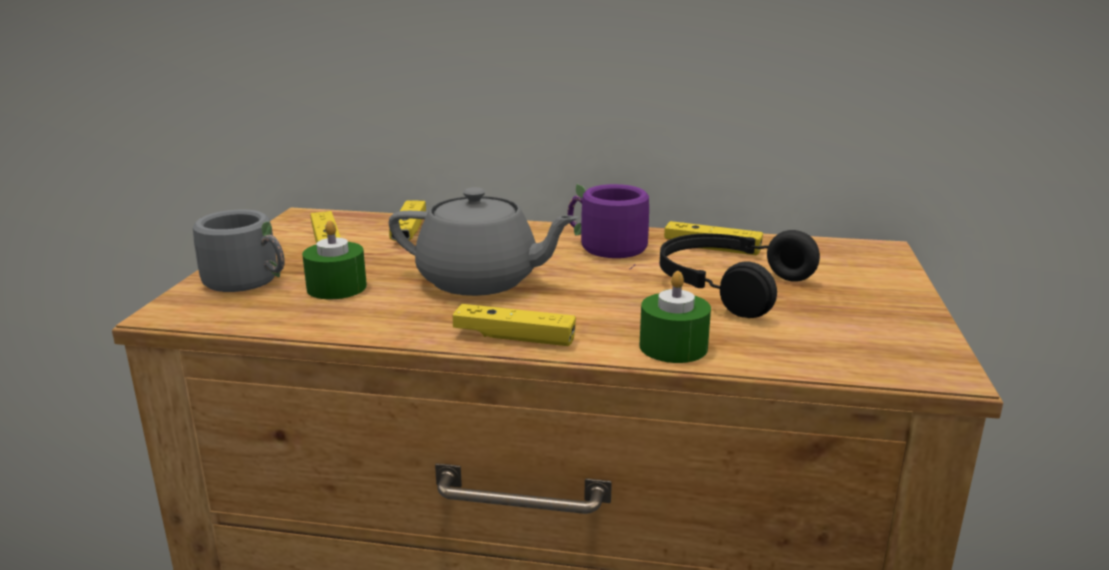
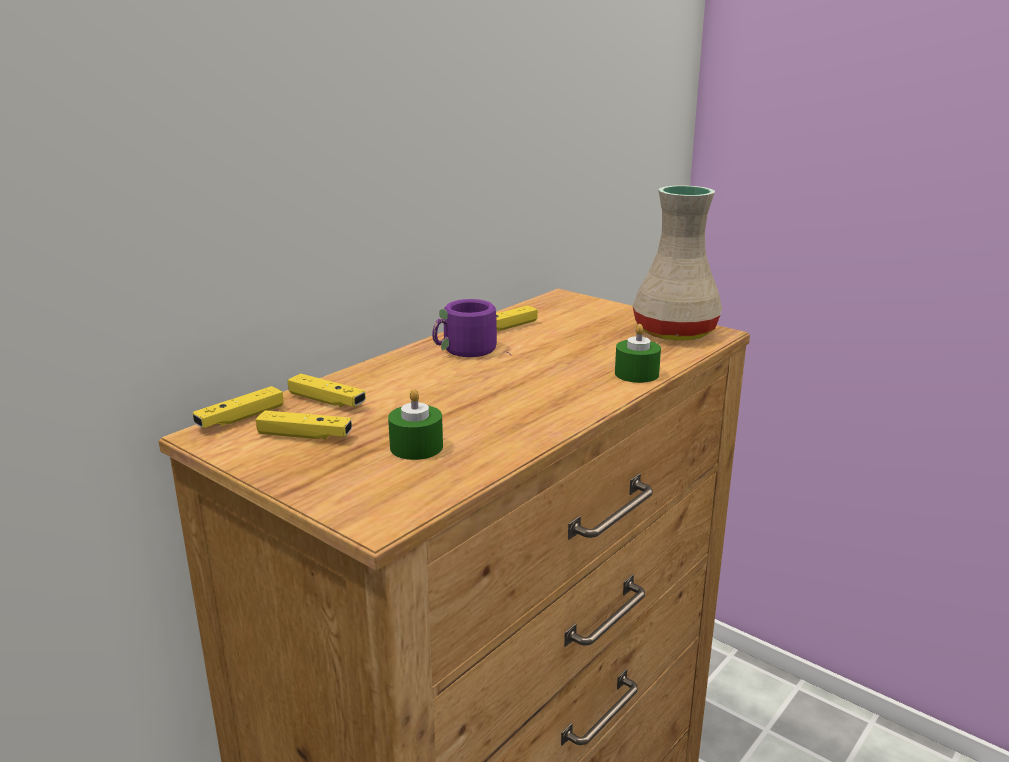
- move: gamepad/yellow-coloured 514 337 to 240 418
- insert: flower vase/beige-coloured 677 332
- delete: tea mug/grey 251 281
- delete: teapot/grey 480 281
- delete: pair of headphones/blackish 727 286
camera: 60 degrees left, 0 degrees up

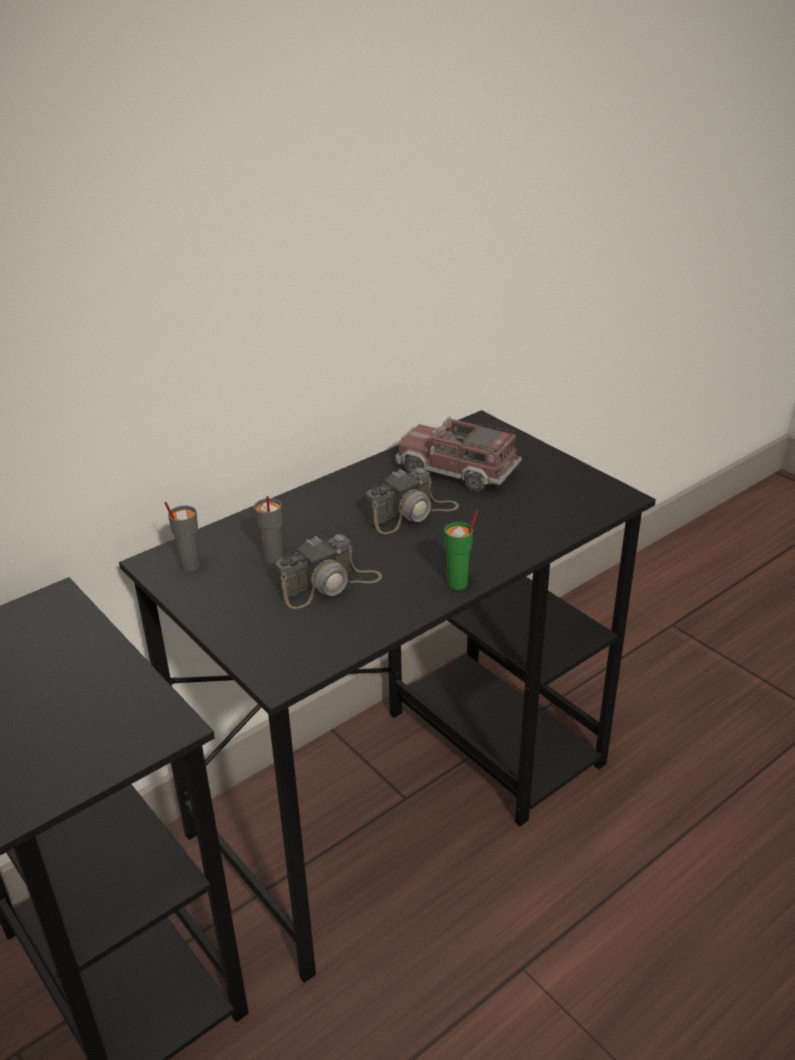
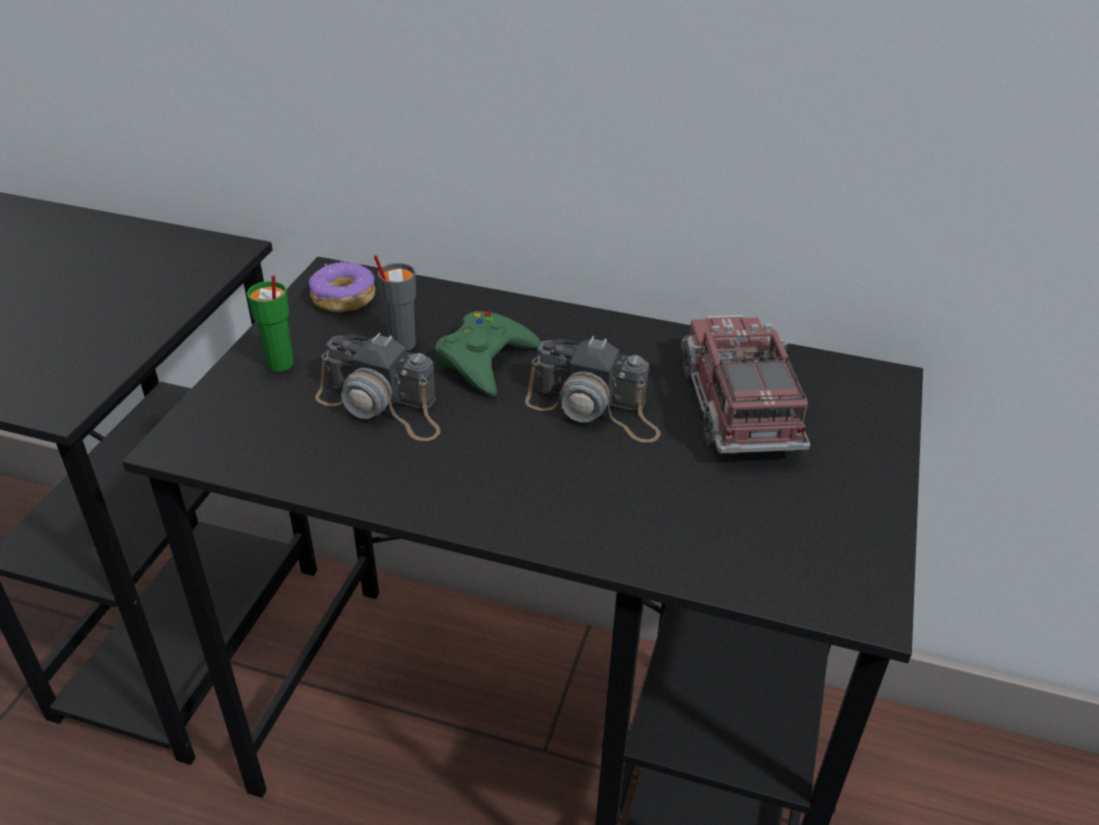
- move: small cup/green 458 583 to 279 364
- replace: small cup/grey 189 565 to doughnut 343 298
- insert: gamepad/green 485 361
camera: 55 degrees right, 5 degrees up

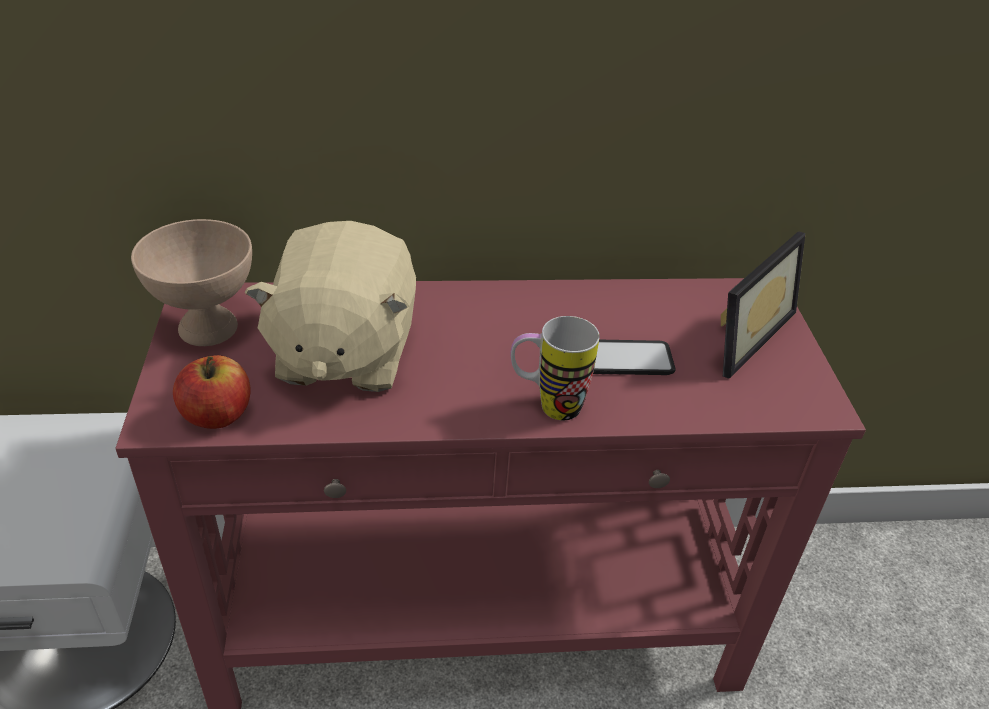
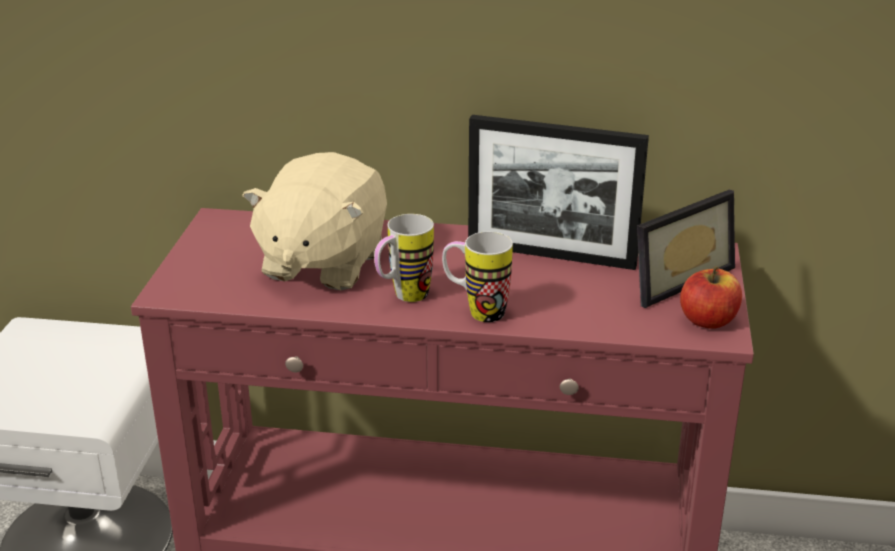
- insert: tea mug 403 298
- insert: photo frame 551 255
- move: apple 217 415 to 708 320
- delete: serving bowl/beige-coloured 210 329
- delete: telephone 624 359
camera: 15 degrees right, 10 degrees down

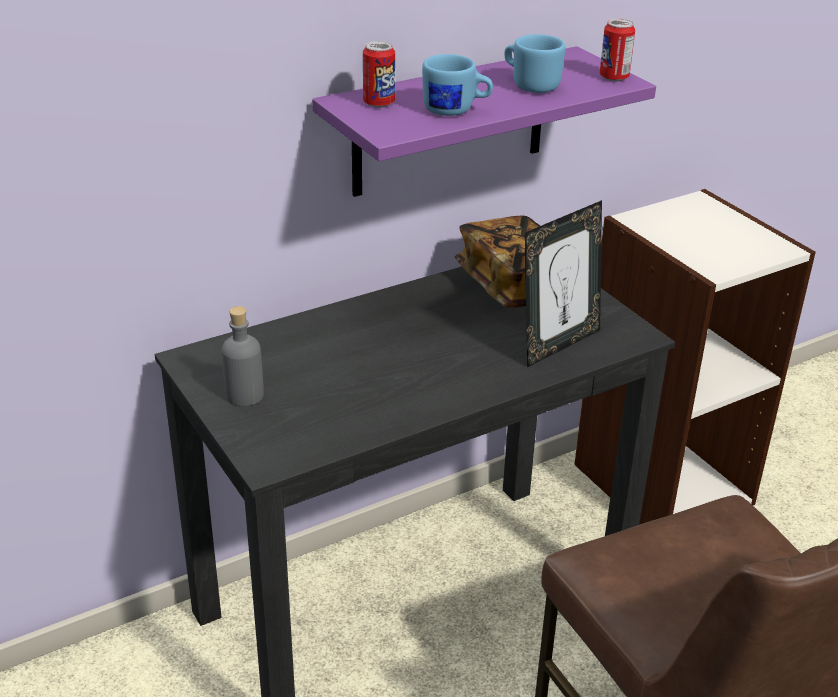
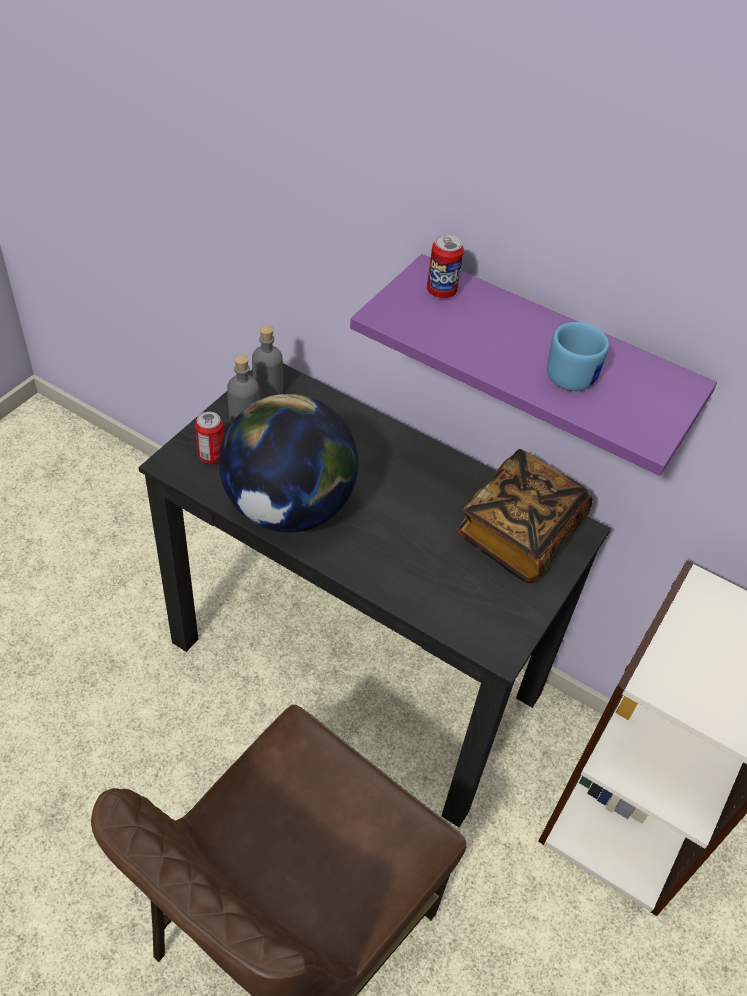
- move: can 614 77 to 211 455
- insert: desk globe 289 508
- insert: drink bottle/grey 268 391
- delete: tea mug/bluish 456 111
- delete: photo frame 558 344
camera: 60 degrees right, 15 degrees up

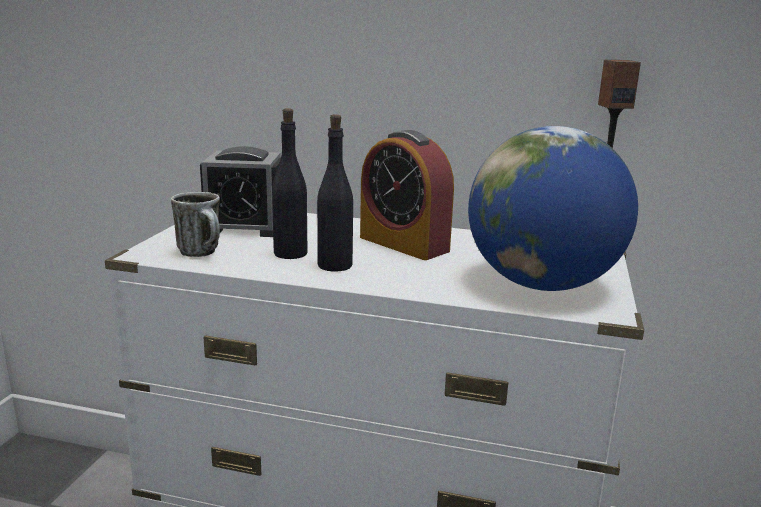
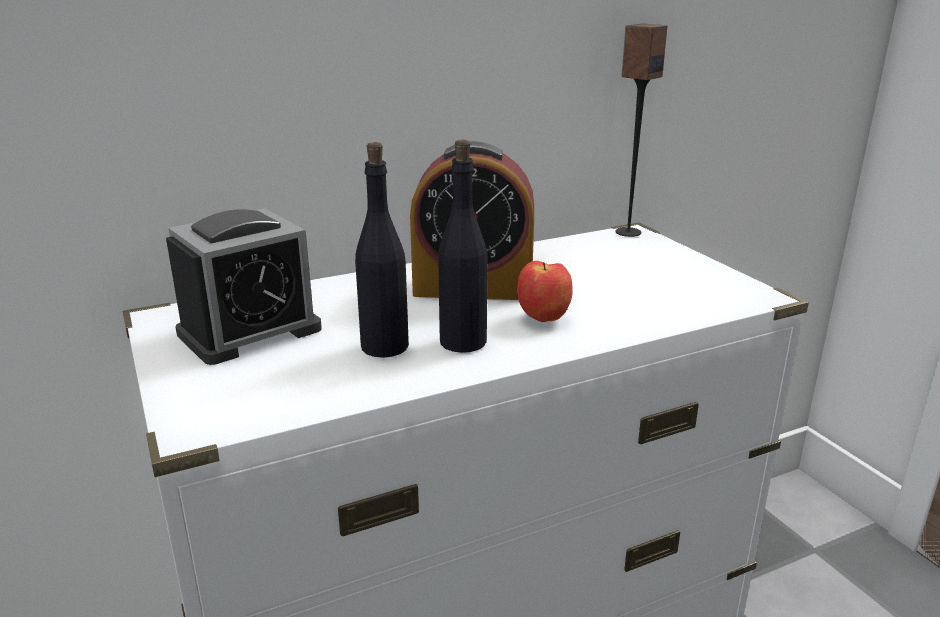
- insert: apple 544 319
- delete: tea mug 204 254
- delete: desk globe 542 284
camera: 40 degrees left, 5 degrees up

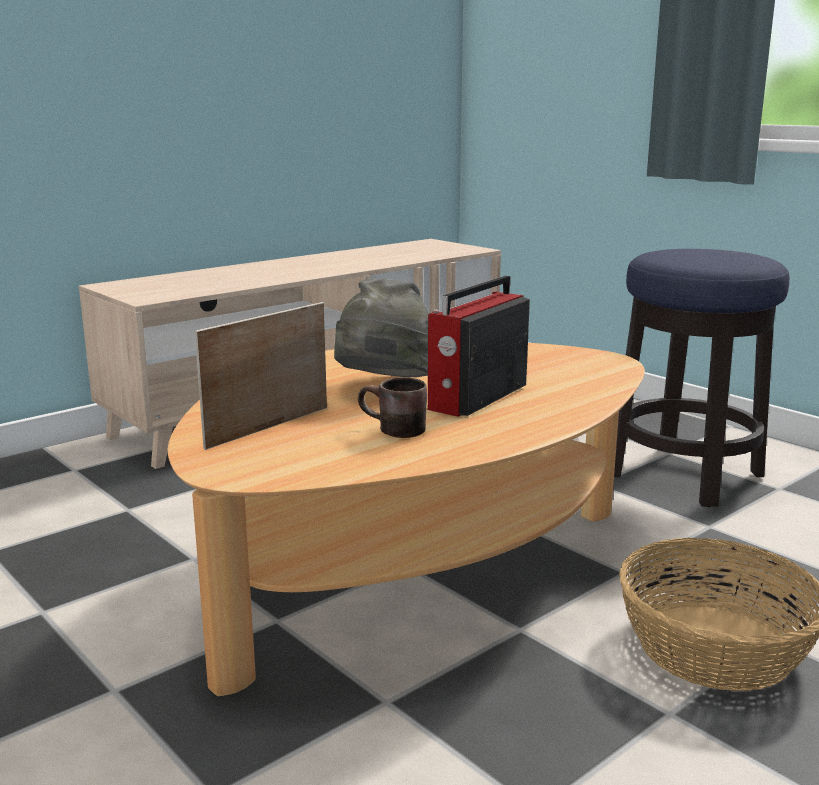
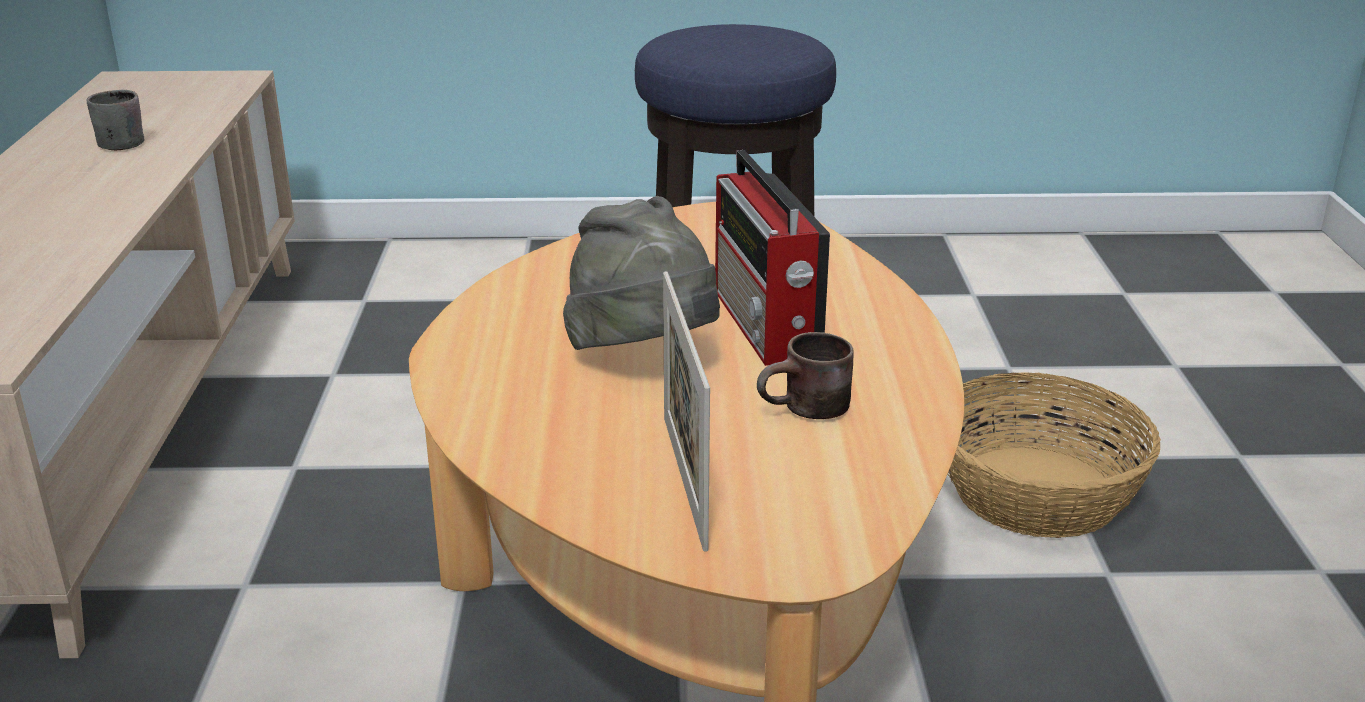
- insert: tea mug/grey 115 142
camera: 50 degrees left, 10 degrees up

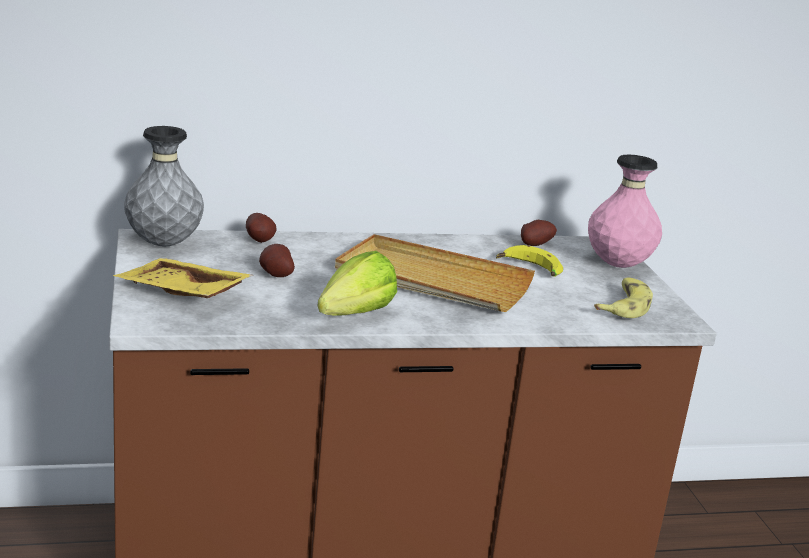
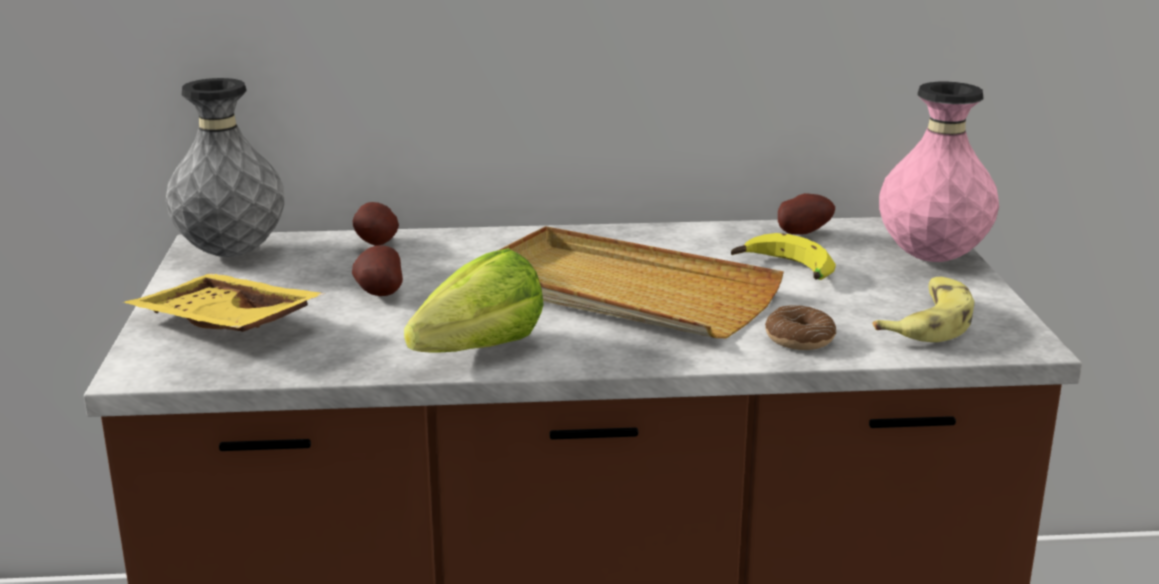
- insert: doughnut 799 339
camera: 10 degrees right, 0 degrees up

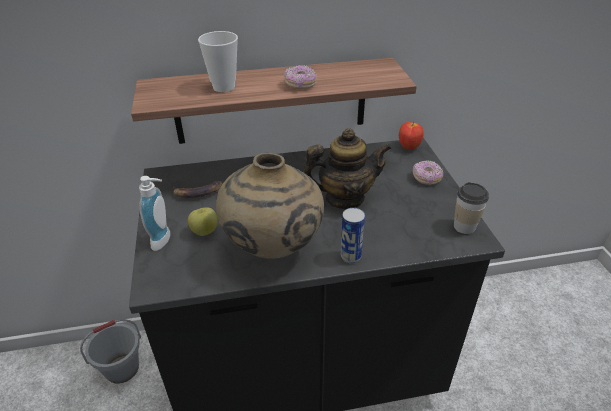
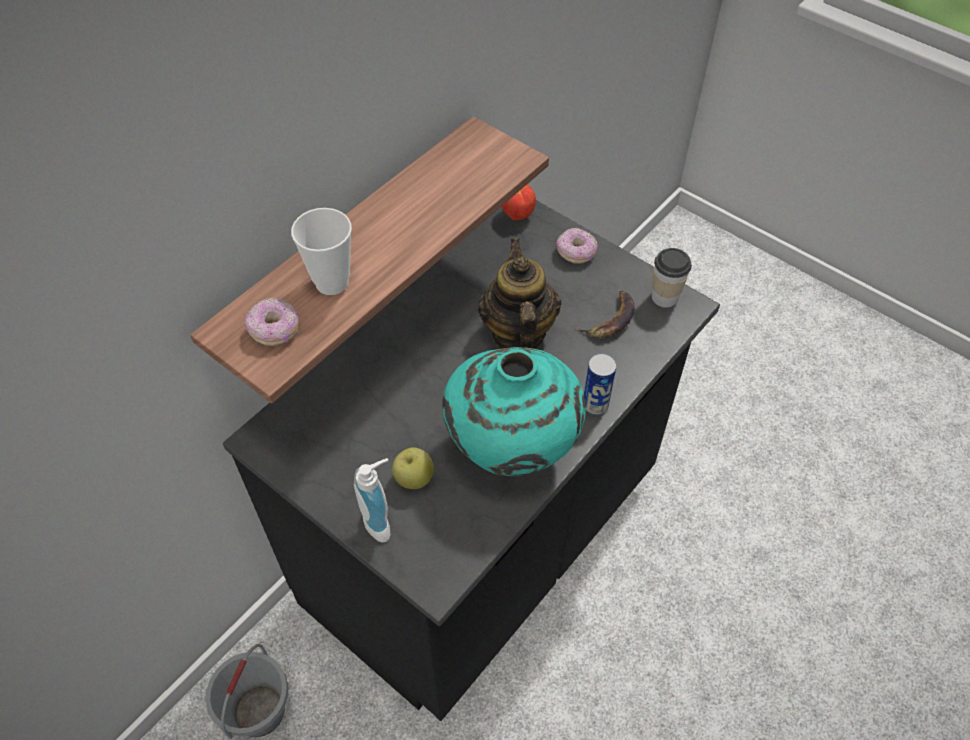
- move: doughnut 300 84 to 275 330
- recolor: flower vase/beige-coloured 272 249 to flower vase/blue-green 511 449
- rotate: teapot 344 198 = 517 333 45 degrees counterclockwise
- move: banana 198 192 to 610 319
camera: 40 degrees left, 15 degrees up

